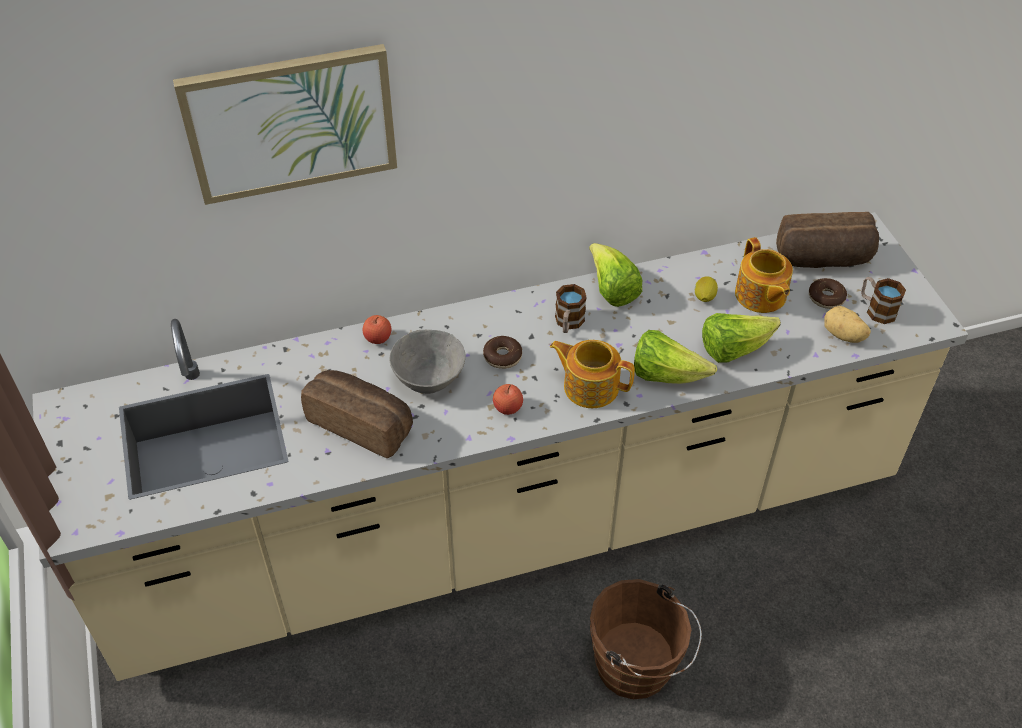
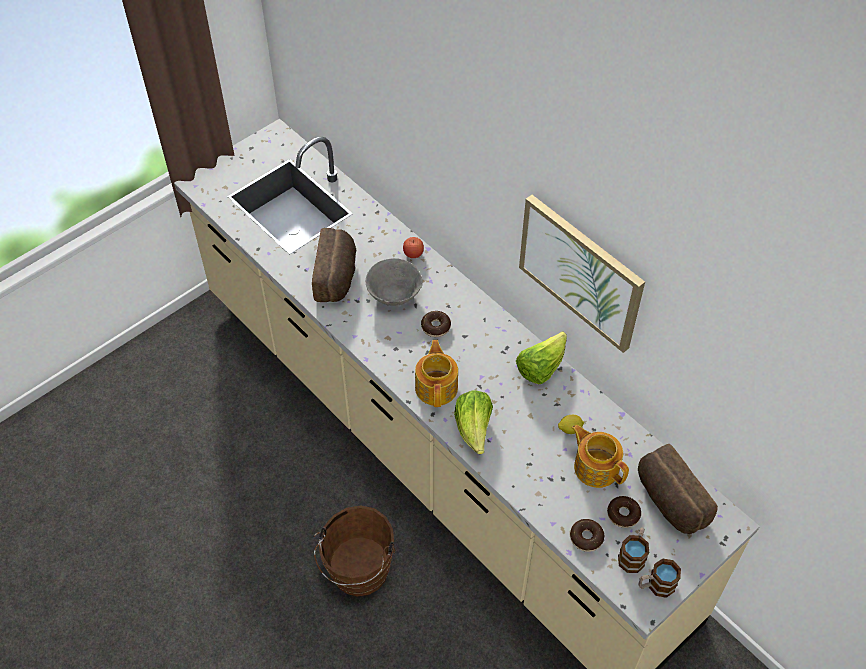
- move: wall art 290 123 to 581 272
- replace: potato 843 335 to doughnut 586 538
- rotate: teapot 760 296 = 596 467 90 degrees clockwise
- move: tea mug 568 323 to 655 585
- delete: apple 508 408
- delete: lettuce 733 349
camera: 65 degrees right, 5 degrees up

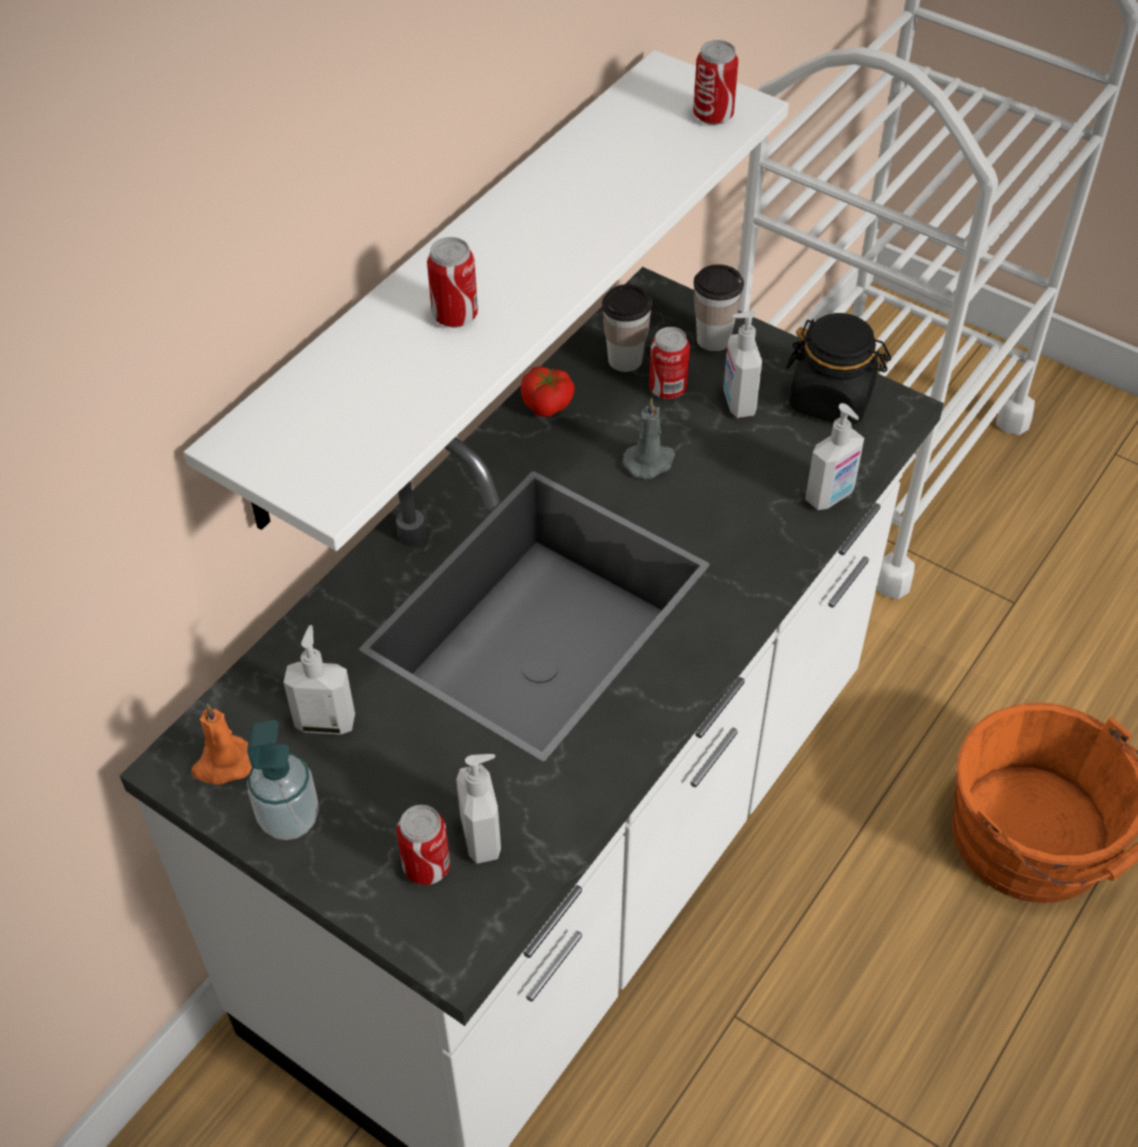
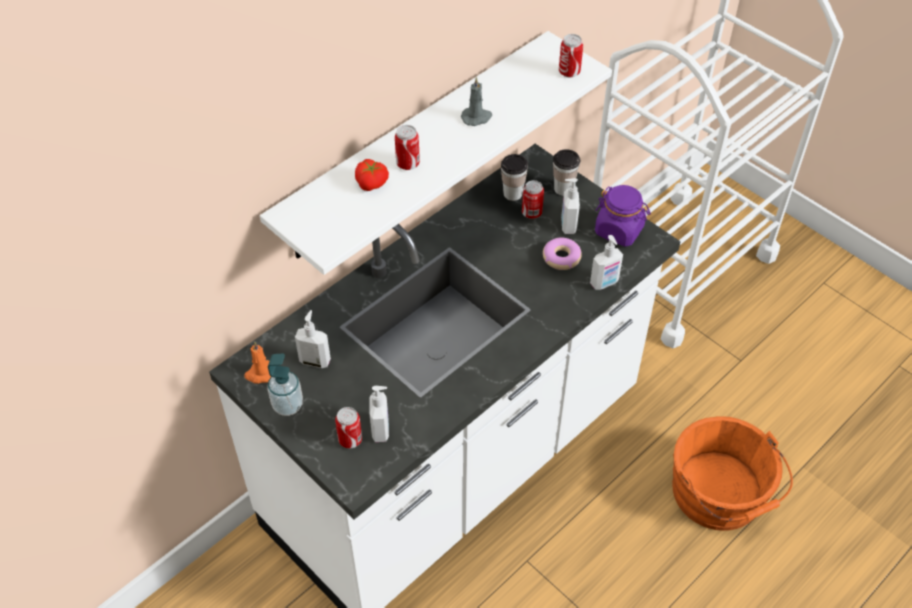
- move: whole tomato 548 403 to 372 183
- move: candle/grey 650 461 to 477 117
- insert: doughnut 561 258
- recolor: storage jar/blackish 832 399 to storage jar/purple 619 230
camera: 10 degrees right, 0 degrees up

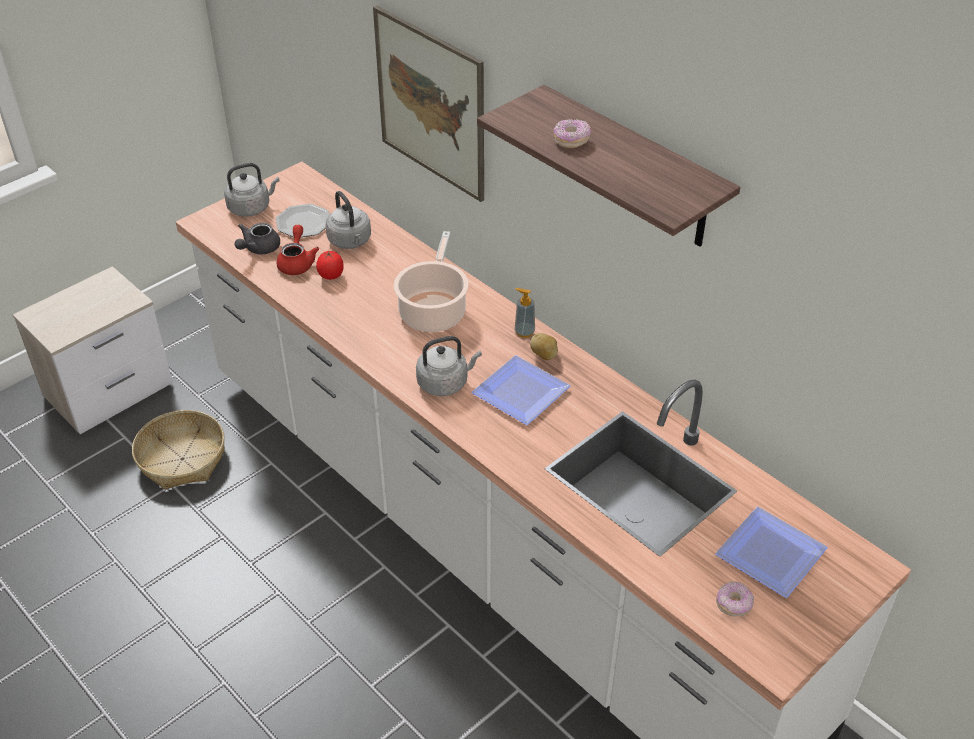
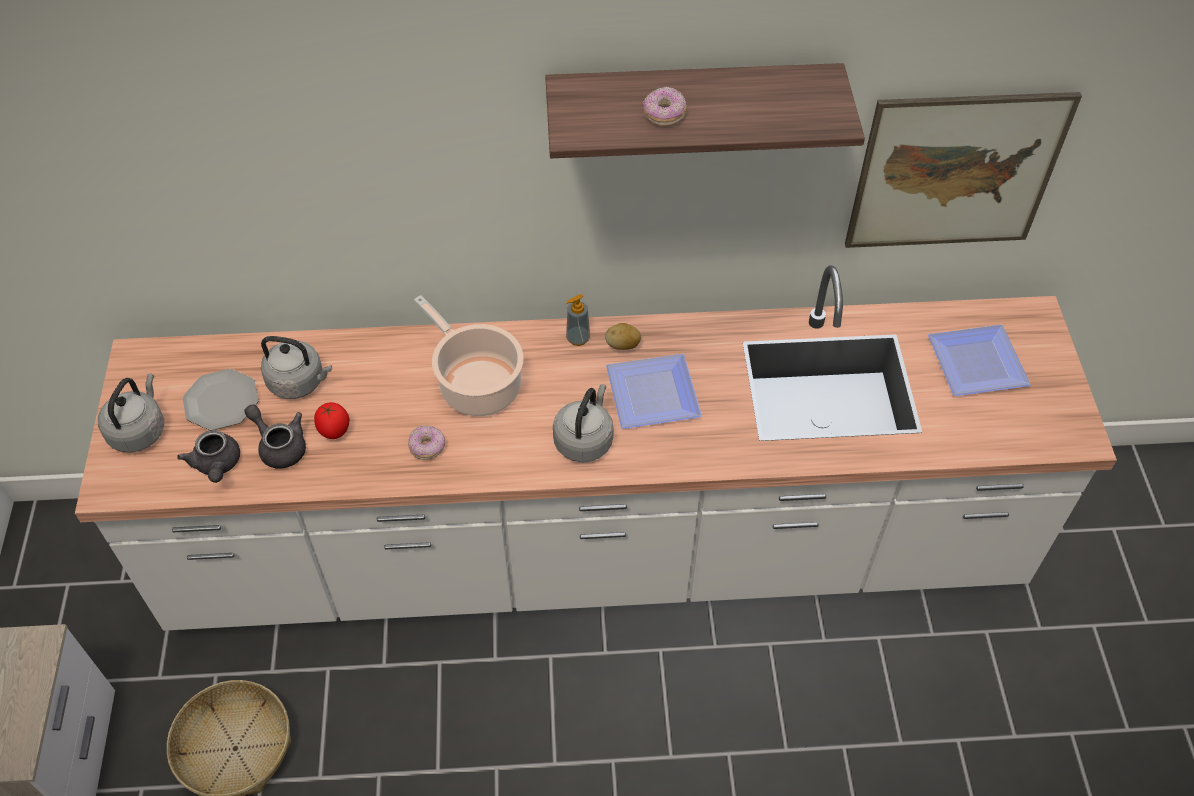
- recolor: teapot/reddish 297 262 to teapot/grey 279 446
- move: doughnut 733 605 to 427 447
- move: wall art 431 103 to 955 172
camera: 50 degrees left, 10 degrees up

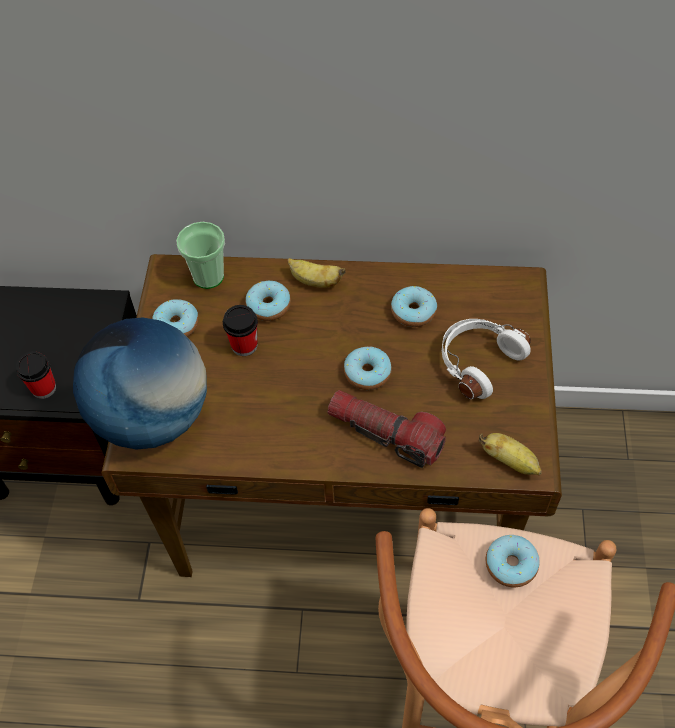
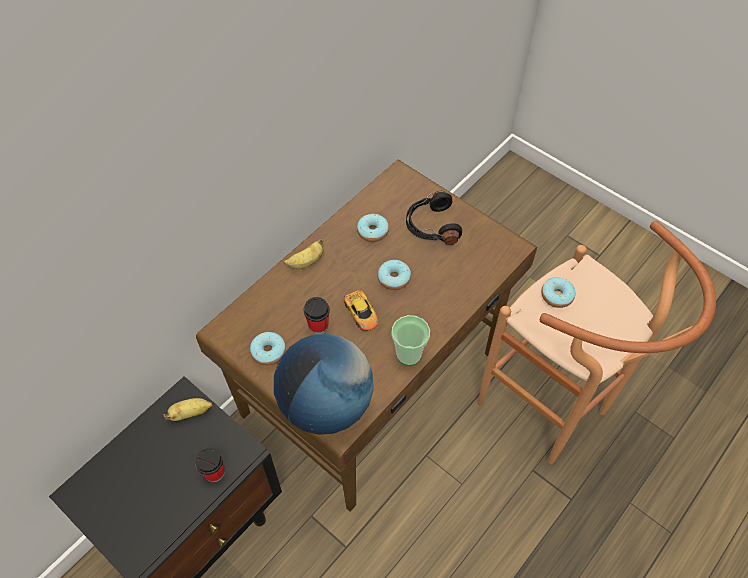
- move: banana 510 461 to 191 413
- insert: toy car 361 313
- move: small cup 208 276 to 409 354
- recolor: pair of headphones/white-coloured 477 361 to pair of headphones/blackish 431 226
- delete: doughnut 268 306
- delete: hand torch 385 433
camera: 55 degrees left, 0 degrees up

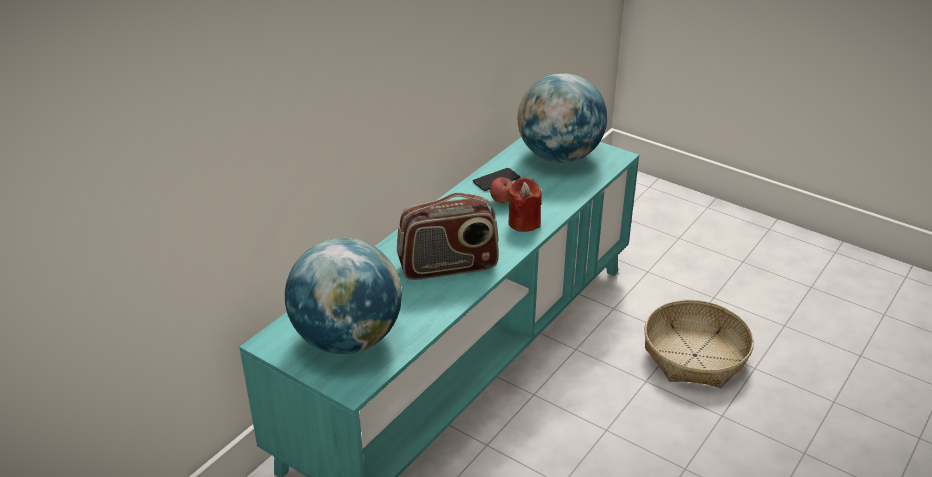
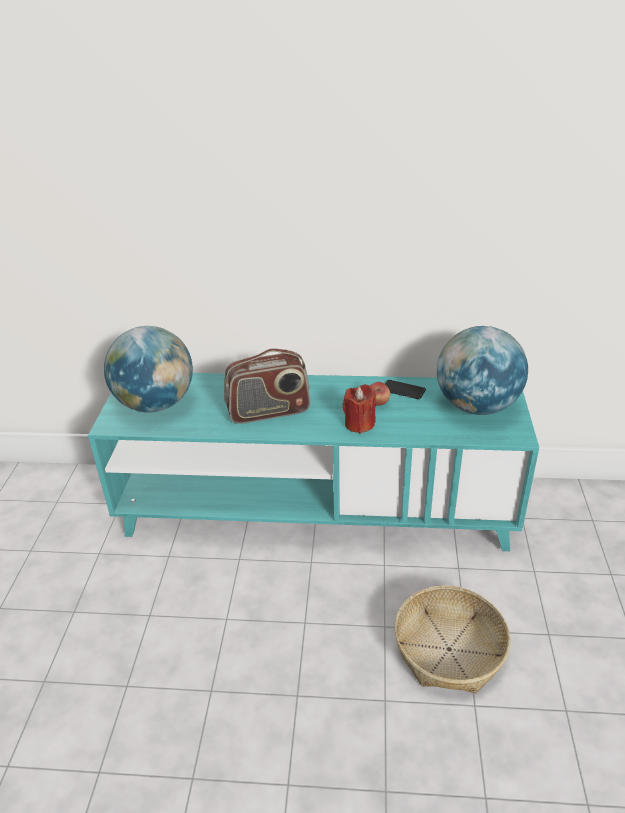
- rotate: radio set 448 266 = 268 411 60 degrees counterclockwise
camera: 60 degrees right, 0 degrees up

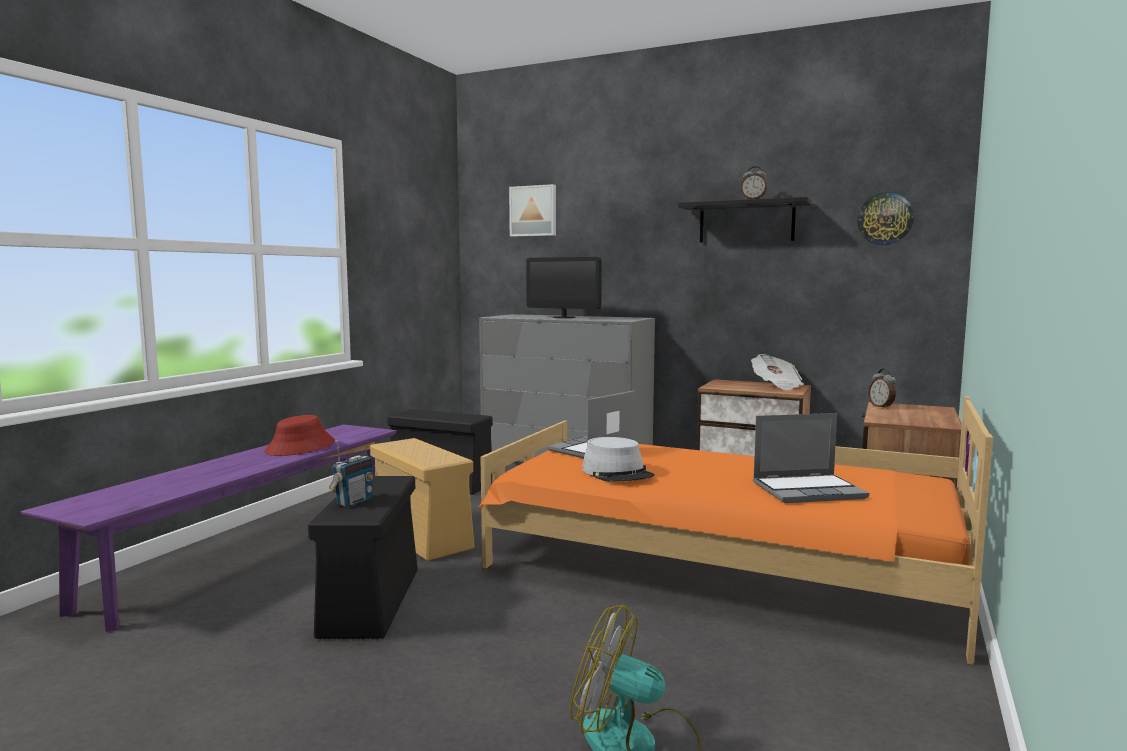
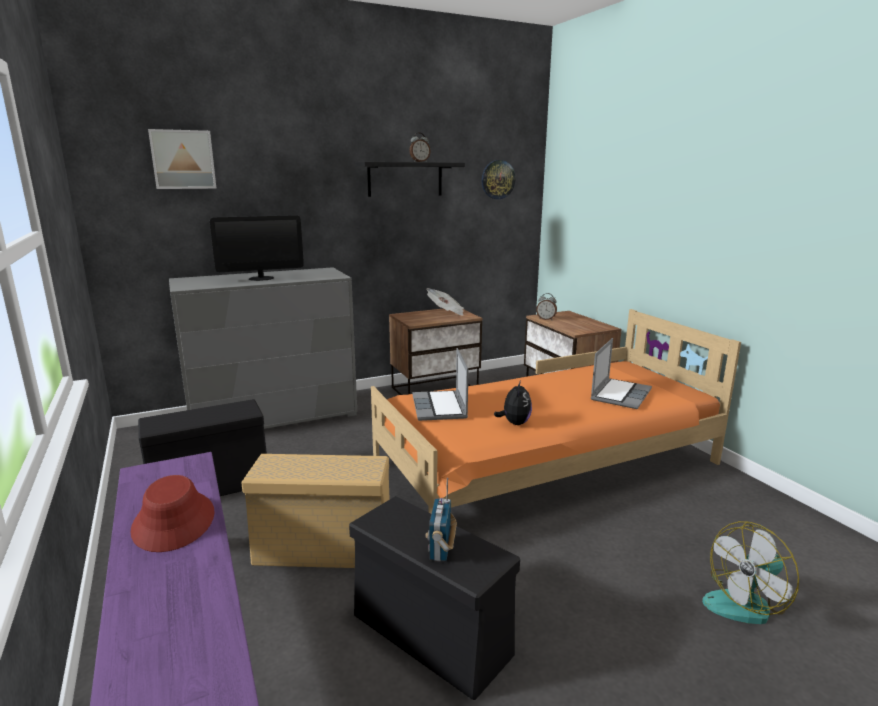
- rotate: radio set 354 502 = 441 550 150 degrees counterclockwise
- replace: clothing hat/grey 617 473 to plush toy 514 423
camera: 50 degrees left, 10 degrees up

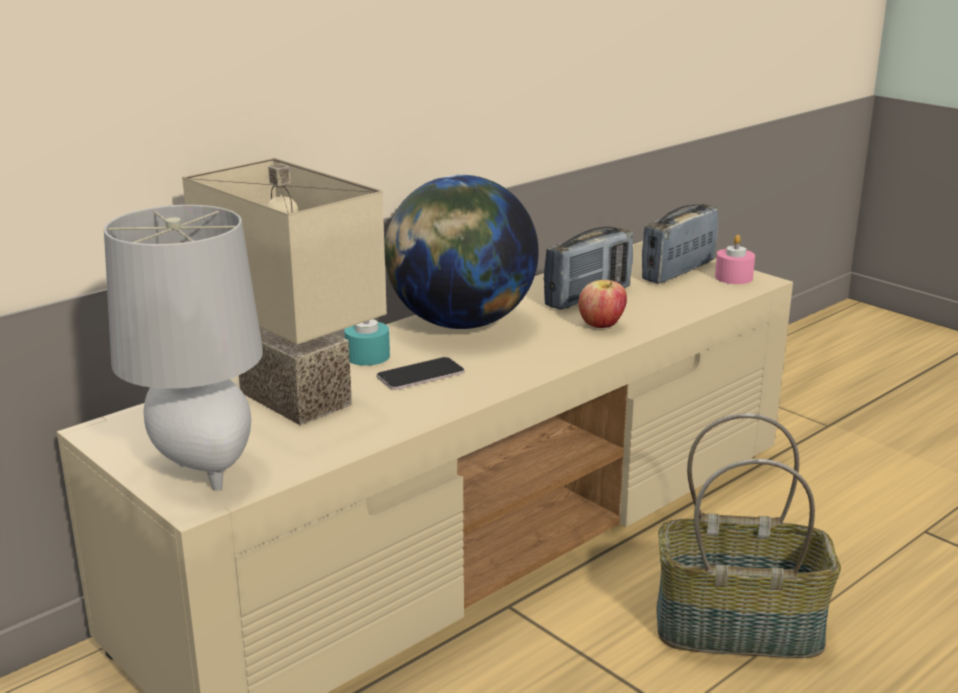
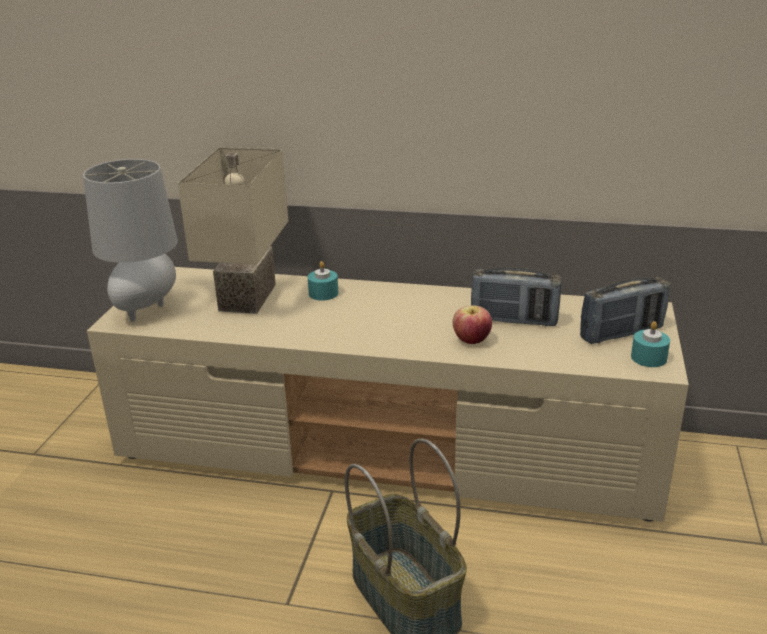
- rotate: radio set 678 271 = 621 333 150 degrees clockwise
- recolor: candle/pink 733 277 to candle/blue-green 648 358
- delete: telephone 420 375
- delete: desk globe 460 323
camera: 55 degrees right, 5 degrees up

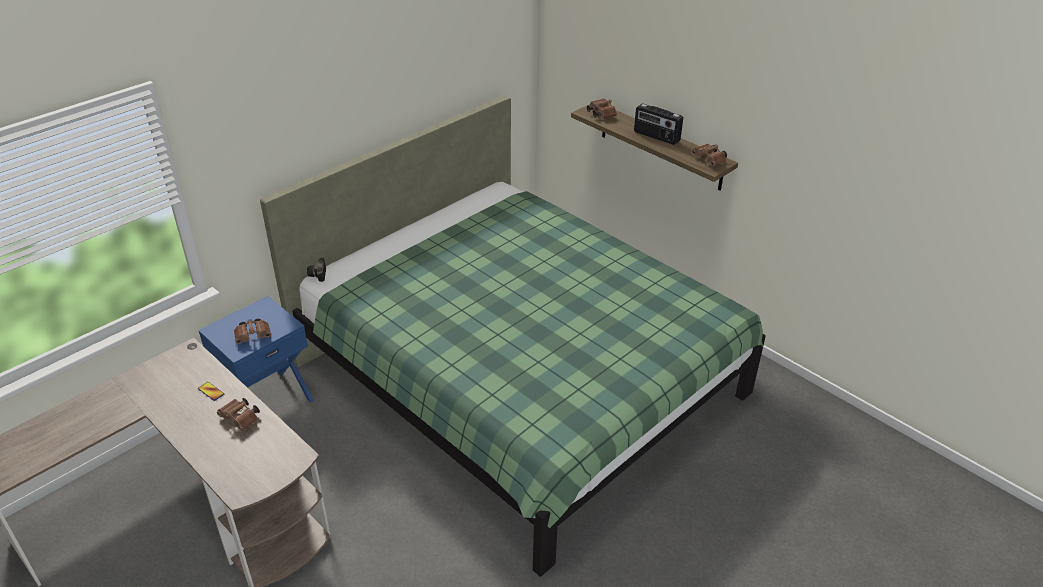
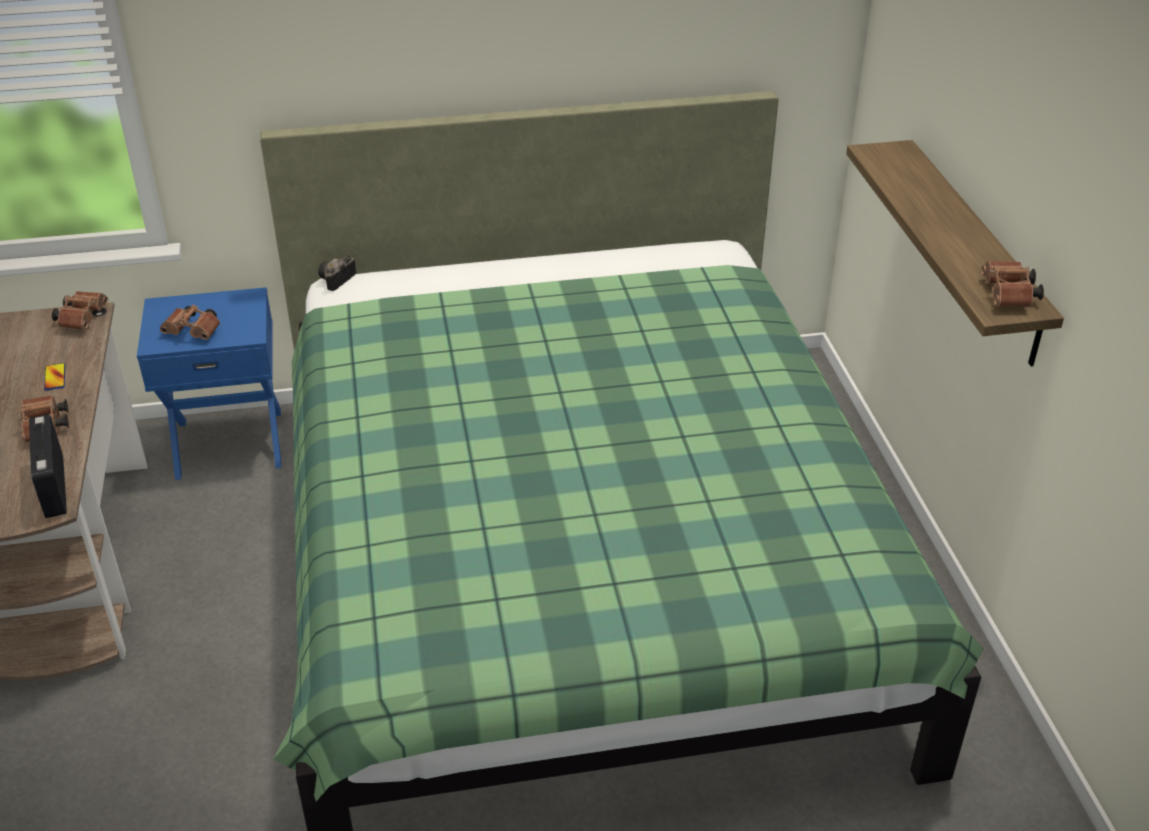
- move: radio set 656 137 to 53 487
- move: binoculars/brownish 600 114 to 83 318
camera: 35 degrees right, 0 degrees up

